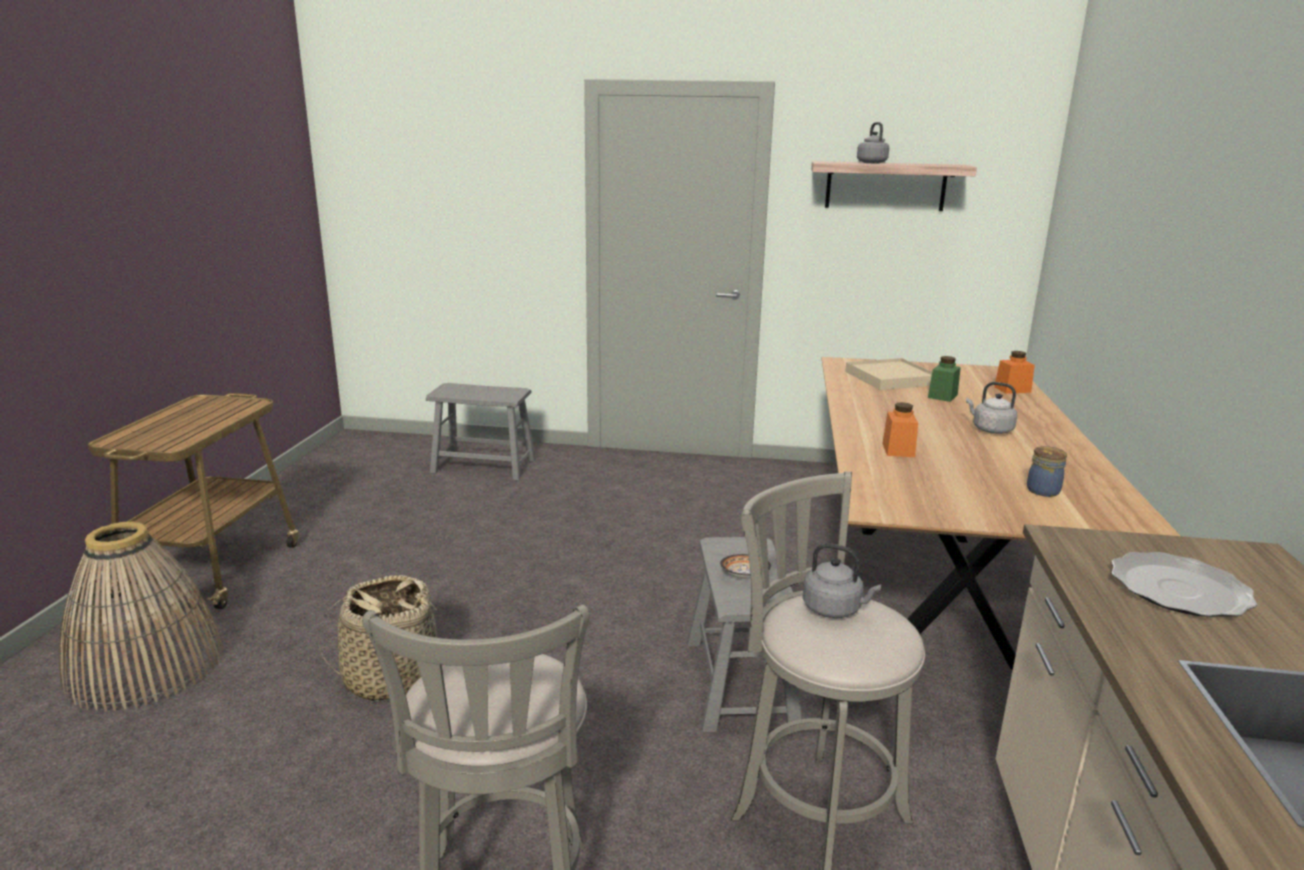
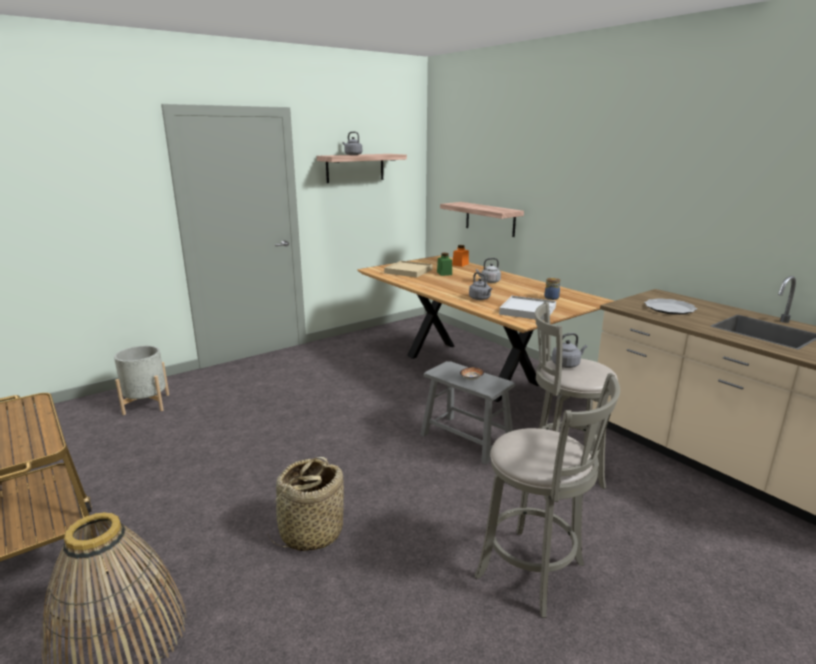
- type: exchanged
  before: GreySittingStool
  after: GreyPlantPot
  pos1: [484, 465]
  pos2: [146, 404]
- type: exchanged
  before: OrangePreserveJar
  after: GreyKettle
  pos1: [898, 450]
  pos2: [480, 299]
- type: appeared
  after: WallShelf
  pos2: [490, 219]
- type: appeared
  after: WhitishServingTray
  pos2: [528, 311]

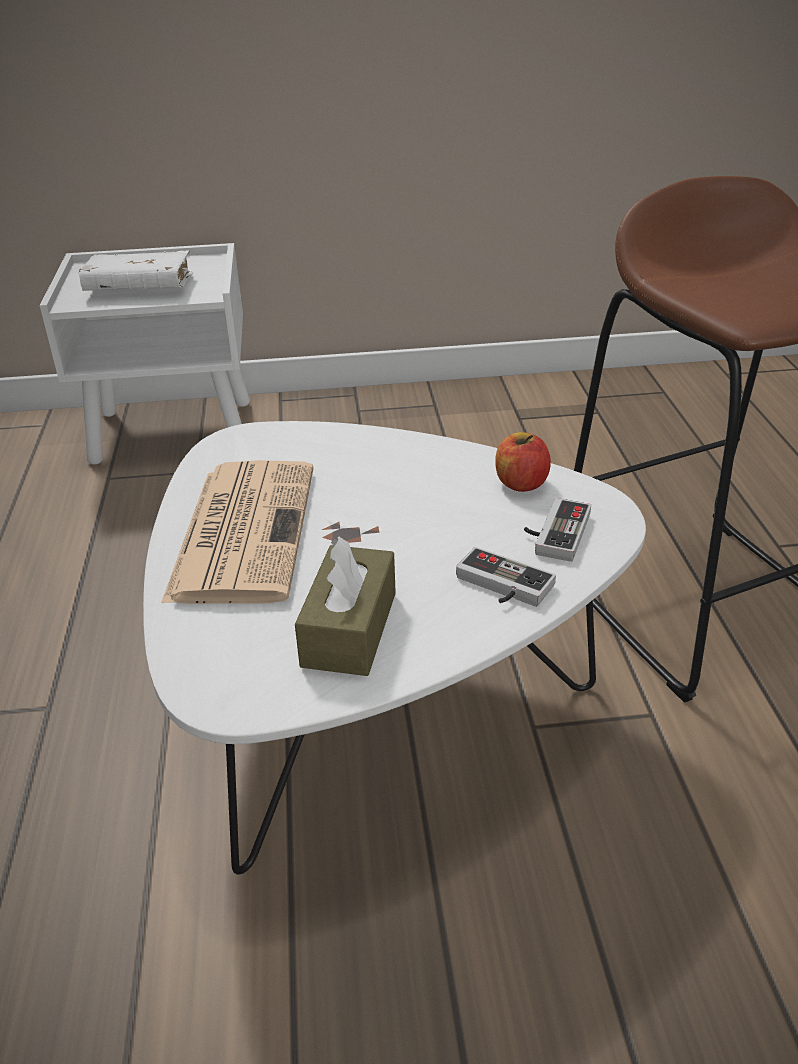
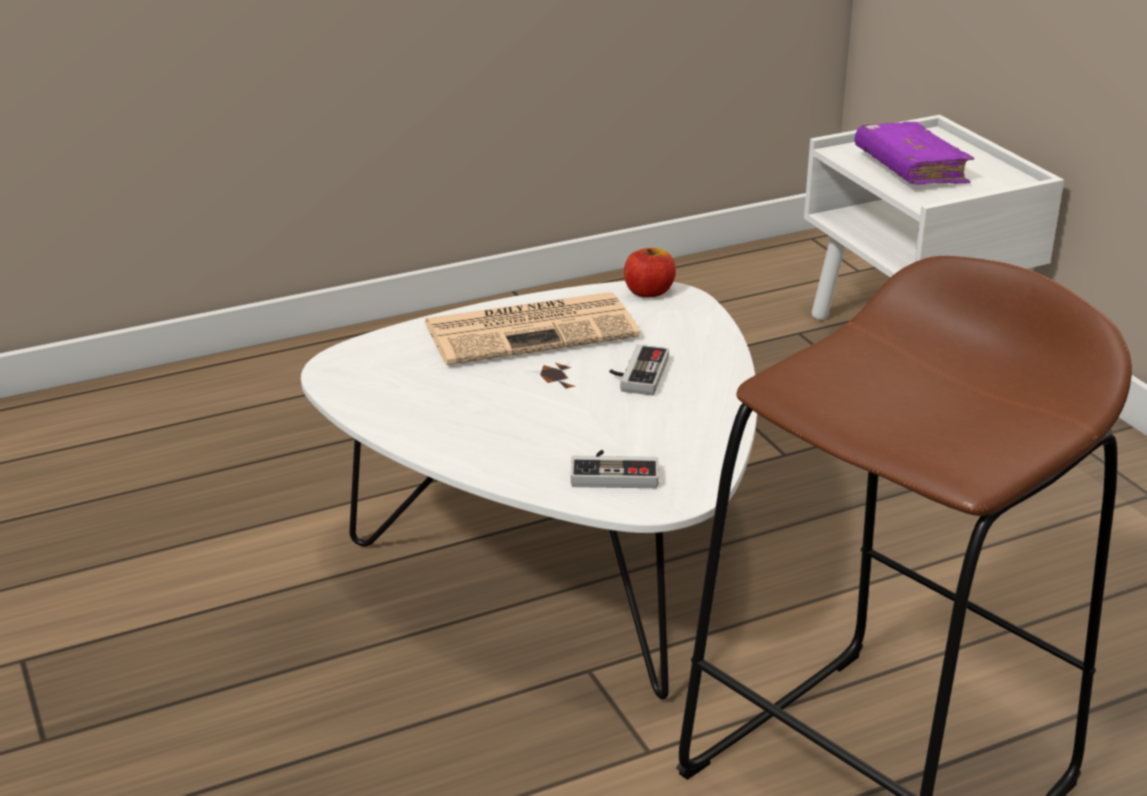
- type: colour
  before: WhitishBoundBook
  after: PurpleColouredBoundBook
  pos1: [139, 287]
  pos2: [910, 169]
- type: missing
  before: BrownBoxOfTissues
  pos1: [349, 629]
- type: relocated
  before: Joypad
  pos1: [500, 586]
  pos2: [636, 374]
- type: relocated
  before: Apple
  pos1: [521, 483]
  pos2: [648, 292]

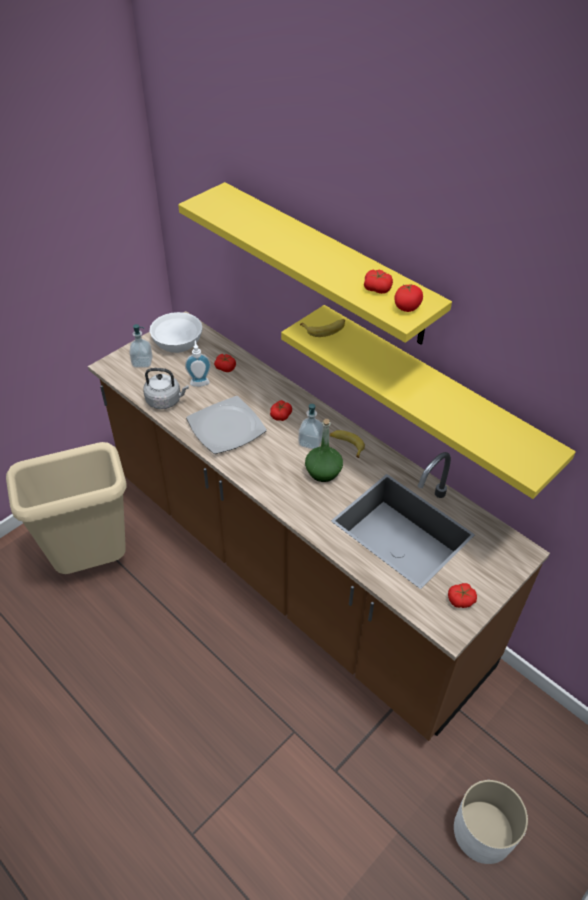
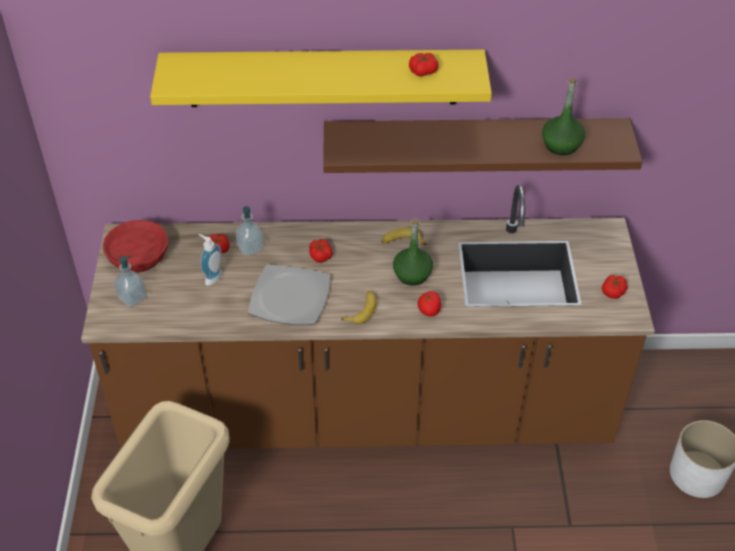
- type: missing
  before: GreyKettle
  pos1: [165, 401]
- type: colour
  before: WhitishServingBowl
  after: RedServingBowl
  pos1: [178, 341]
  pos2: [139, 256]
- type: colour
  before: YellowColouredWallShelf
  after: BrownWallShelf
  pos1: [433, 394]
  pos2: [474, 143]
- type: relocated
  before: SoapBottle
  pos1: [310, 442]
  pos2: [250, 248]
- type: relocated
  before: BananaFruit
  pos1: [325, 329]
  pos2: [361, 310]
- type: relocated
  before: FreshTomato
  pos1: [407, 307]
  pos2: [429, 310]
- type: appeared
  after: GreenishBeverageBottle
  pos2: [561, 145]

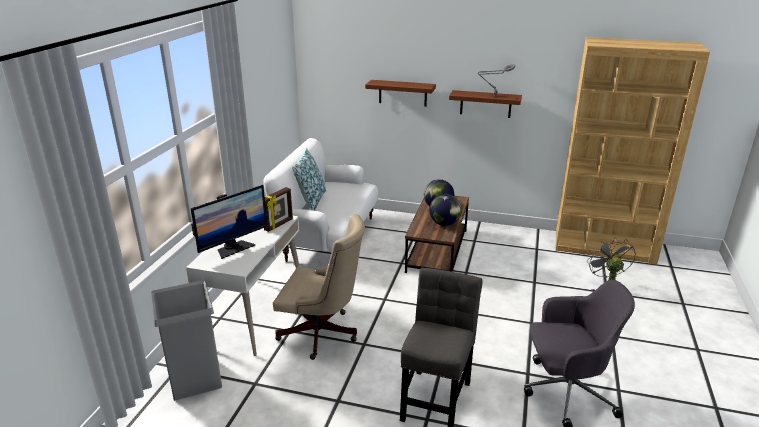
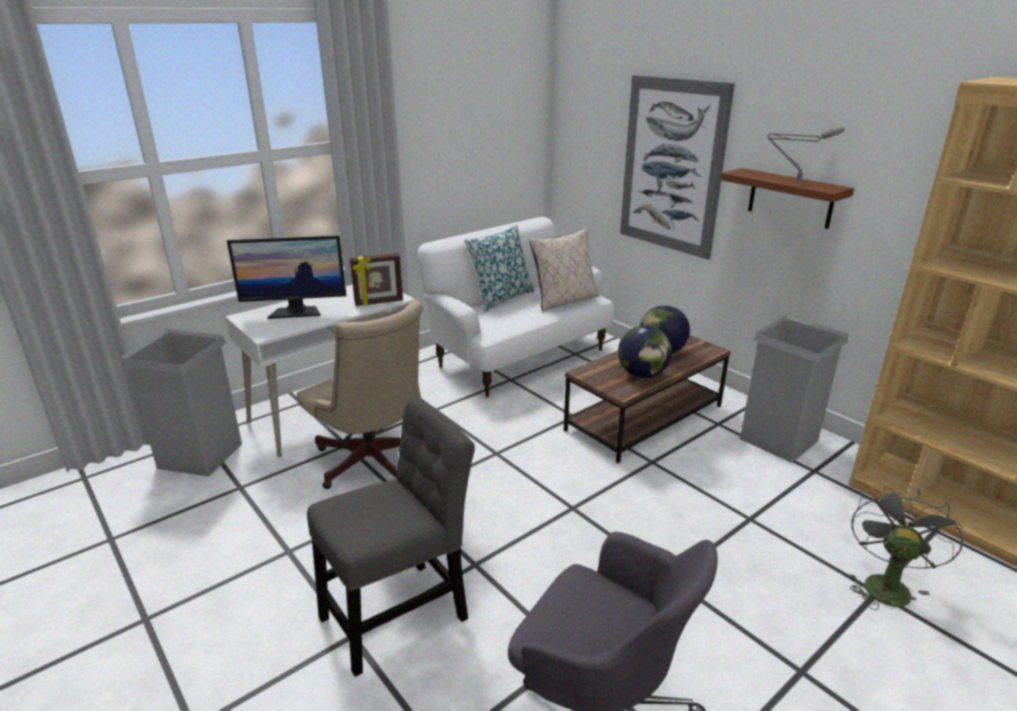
- type: exchanged
  before: BrownWallShelf
  after: WallPicture
  pos1: [402, 93]
  pos2: [671, 166]
- type: appeared
  after: BeigeCushion
  pos2: [564, 300]
- type: appeared
  after: GreyWasteBin
  pos2: [779, 439]

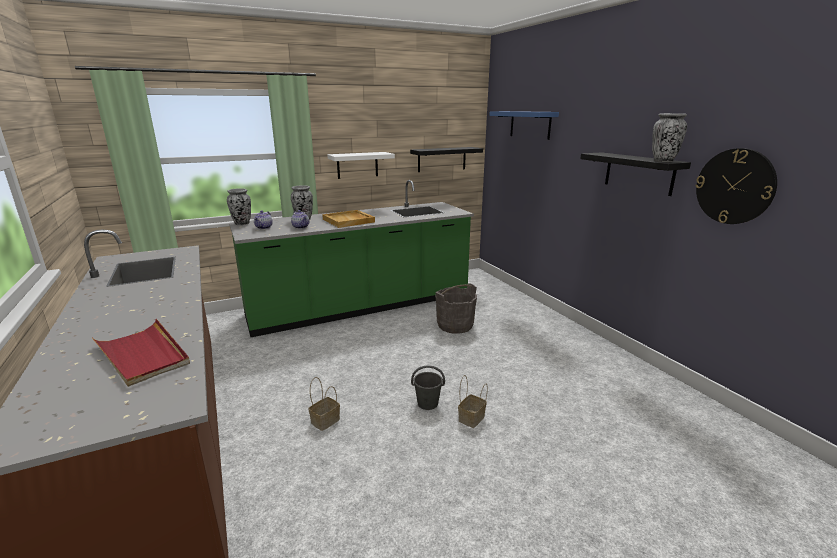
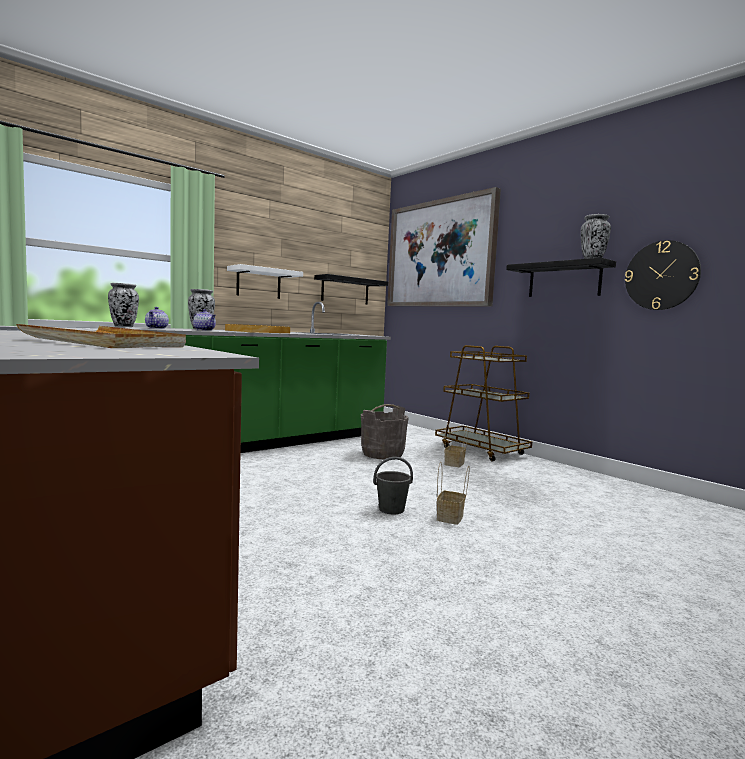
- type: colour
  before: RedServingTray
  after: BeigeServingTray
  pos1: [143, 355]
  pos2: [104, 343]
- type: relocated
  before: Basket
  pos1: [325, 422]
  pos2: [454, 464]
- type: exchanged
  before: BlueColouredWallShelf
  after: WallPicture
  pos1: [530, 124]
  pos2: [440, 254]
- type: appeared
  after: BrownTrolley
  pos2: [481, 450]

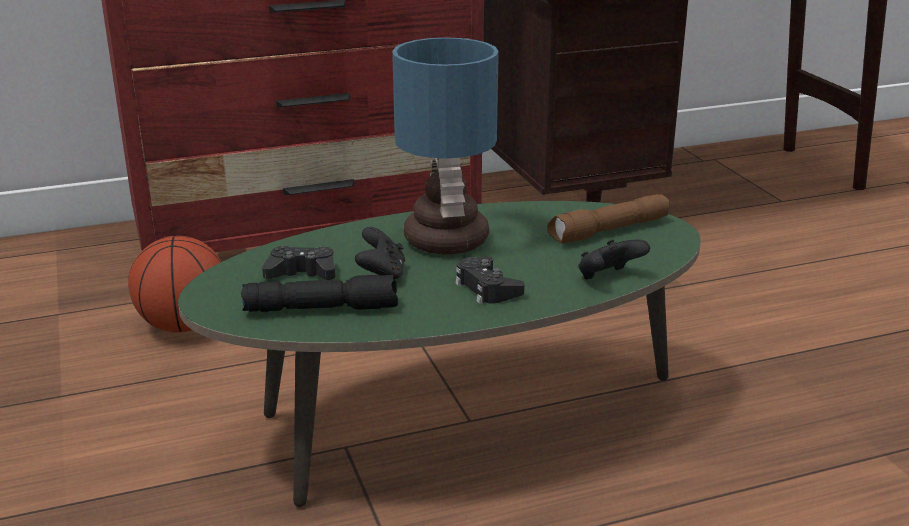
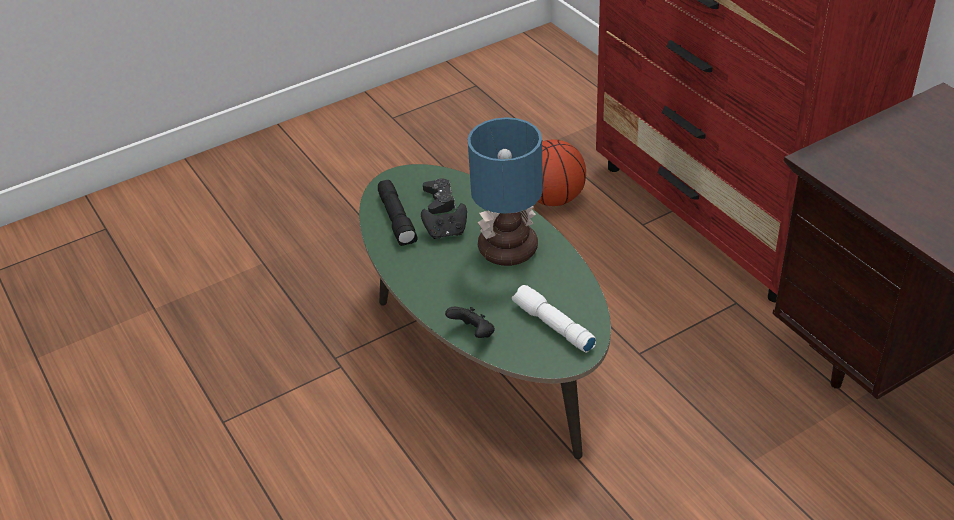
- type: missing
  before: BlackishJoypad
  pos1: [487, 288]
- type: colour
  before: BrownFlashlight
  after: WhitishFlashlight
  pos1: [609, 231]
  pos2: [552, 326]

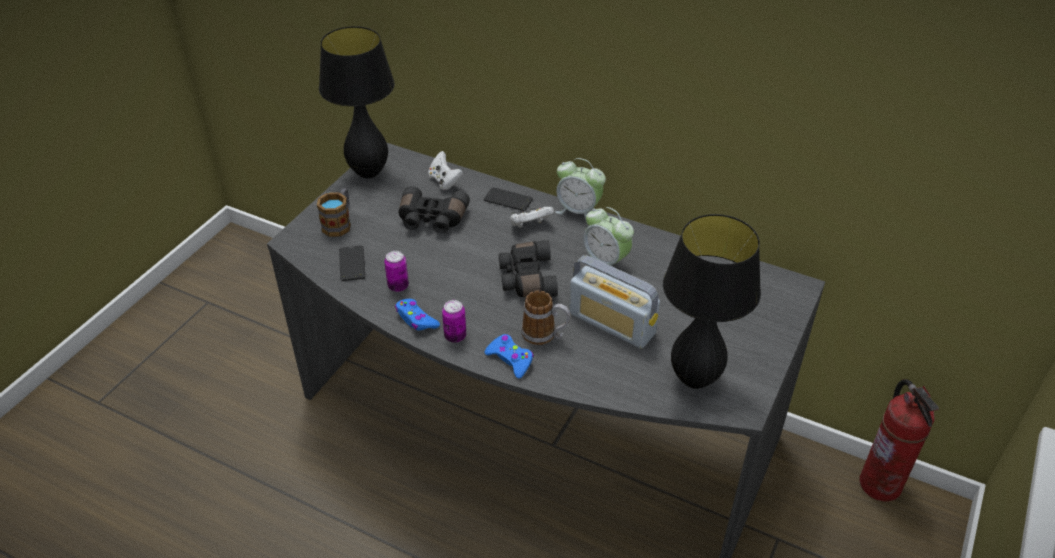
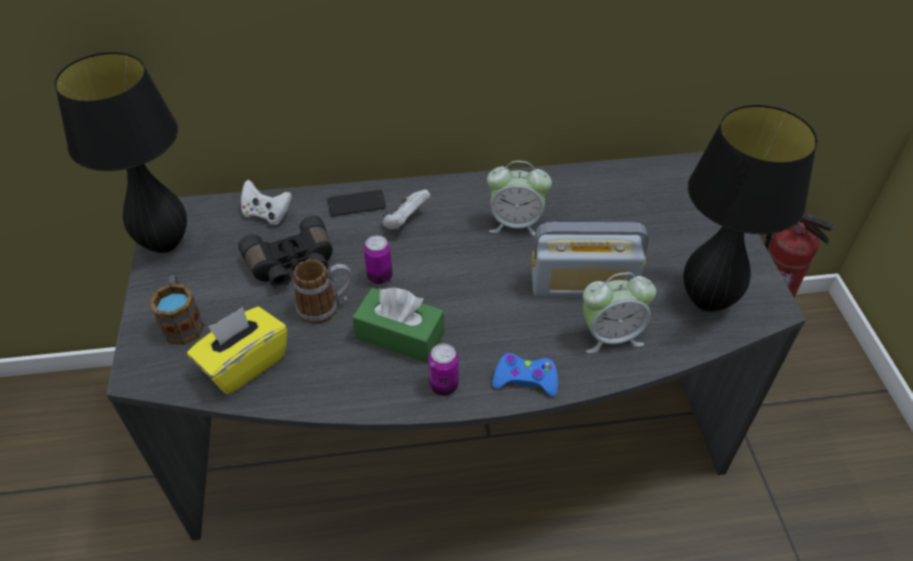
- type: exchanged
  before: Phone
  after: YellowColouredBoxOfTissues
  pos1: [352, 264]
  pos2: [244, 363]
- type: relocated
  before: SealedCan
  pos1: [398, 286]
  pos2: [380, 277]
- type: missing
  before: BlueColouredJoypad
  pos1: [416, 319]
- type: missing
  before: BlackishFieldGlasses
  pos1: [526, 278]
- type: relocated
  before: TeaMug
  pos1: [545, 335]
  pos2: [326, 307]
- type: relocated
  before: BedsideClock
  pos1: [578, 211]
  pos2: [610, 336]
- type: appeared
  after: GreenishBoxOfTissues
  pos2: [400, 335]

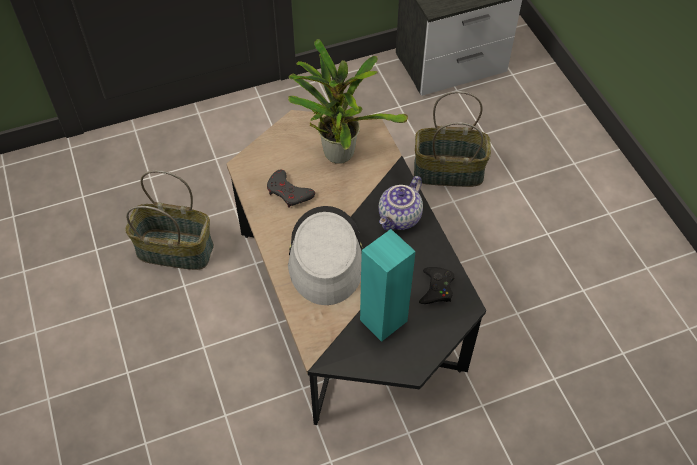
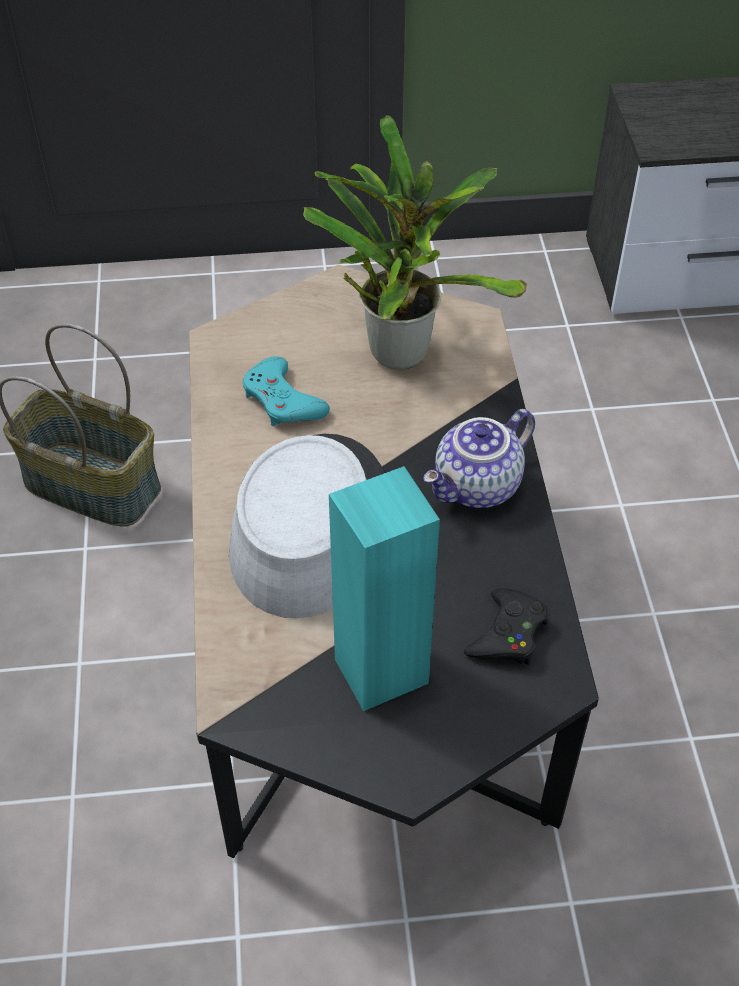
- type: colour
  before: GreyJoypad
  after: BlueGreenJoypad
  pos1: [289, 192]
  pos2: [283, 400]
- type: missing
  before: Basket
  pos1: [447, 172]

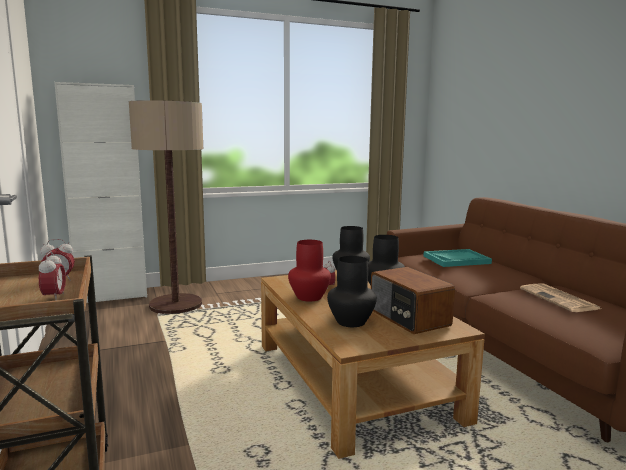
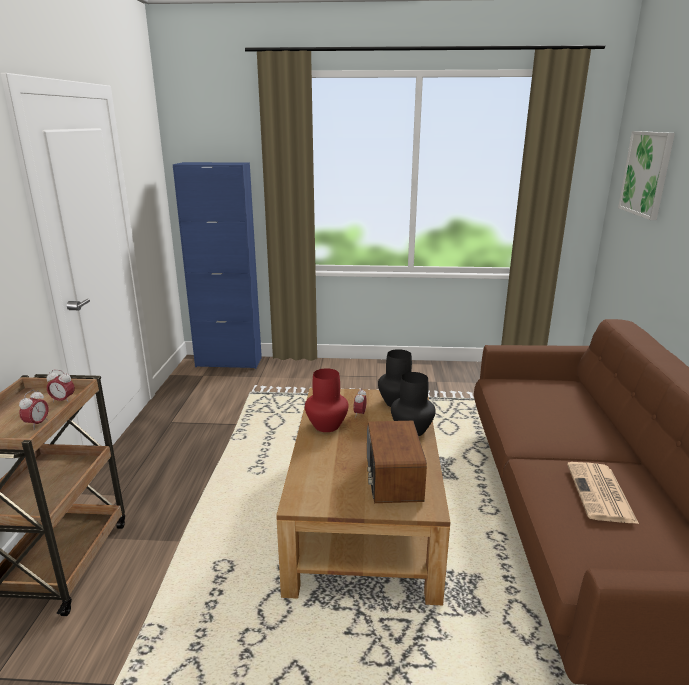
- type: colour
  before: WhitishCabinet
  after: BlueColouredCabinet
  pos1: [112, 296]
  pos2: [229, 362]
- type: missing
  before: StandingLamp
  pos1: [176, 305]
- type: missing
  before: BlackishVase
  pos1: [352, 322]
- type: missing
  before: BlueGreenServingTray
  pos1: [456, 260]
- type: appeared
  after: WallPicture
  pos2: [646, 174]

